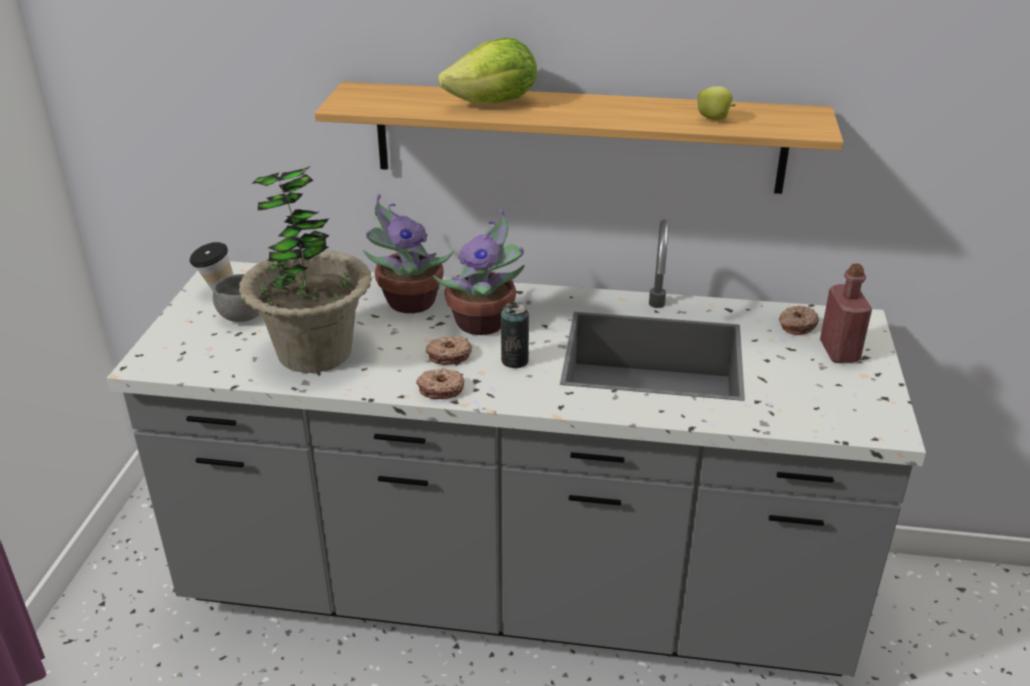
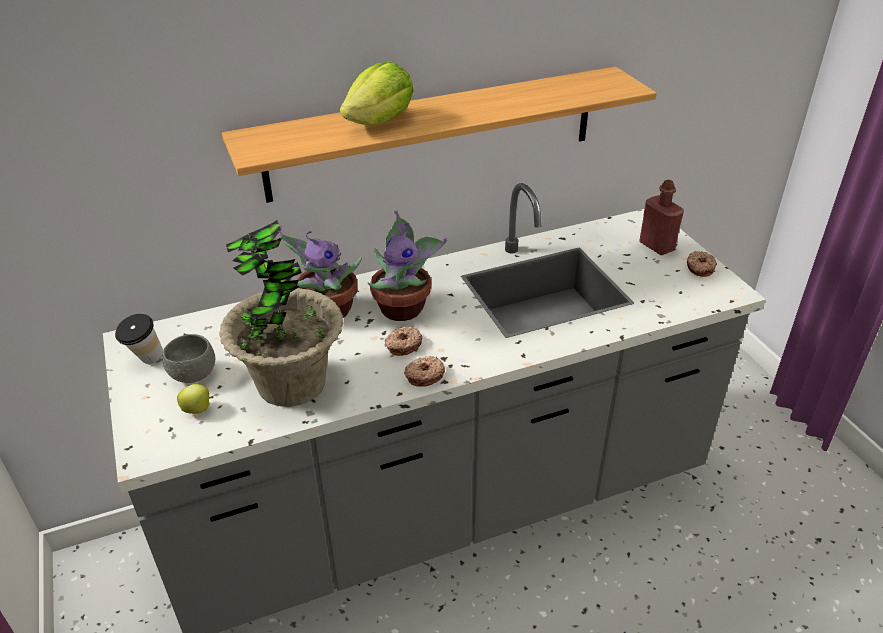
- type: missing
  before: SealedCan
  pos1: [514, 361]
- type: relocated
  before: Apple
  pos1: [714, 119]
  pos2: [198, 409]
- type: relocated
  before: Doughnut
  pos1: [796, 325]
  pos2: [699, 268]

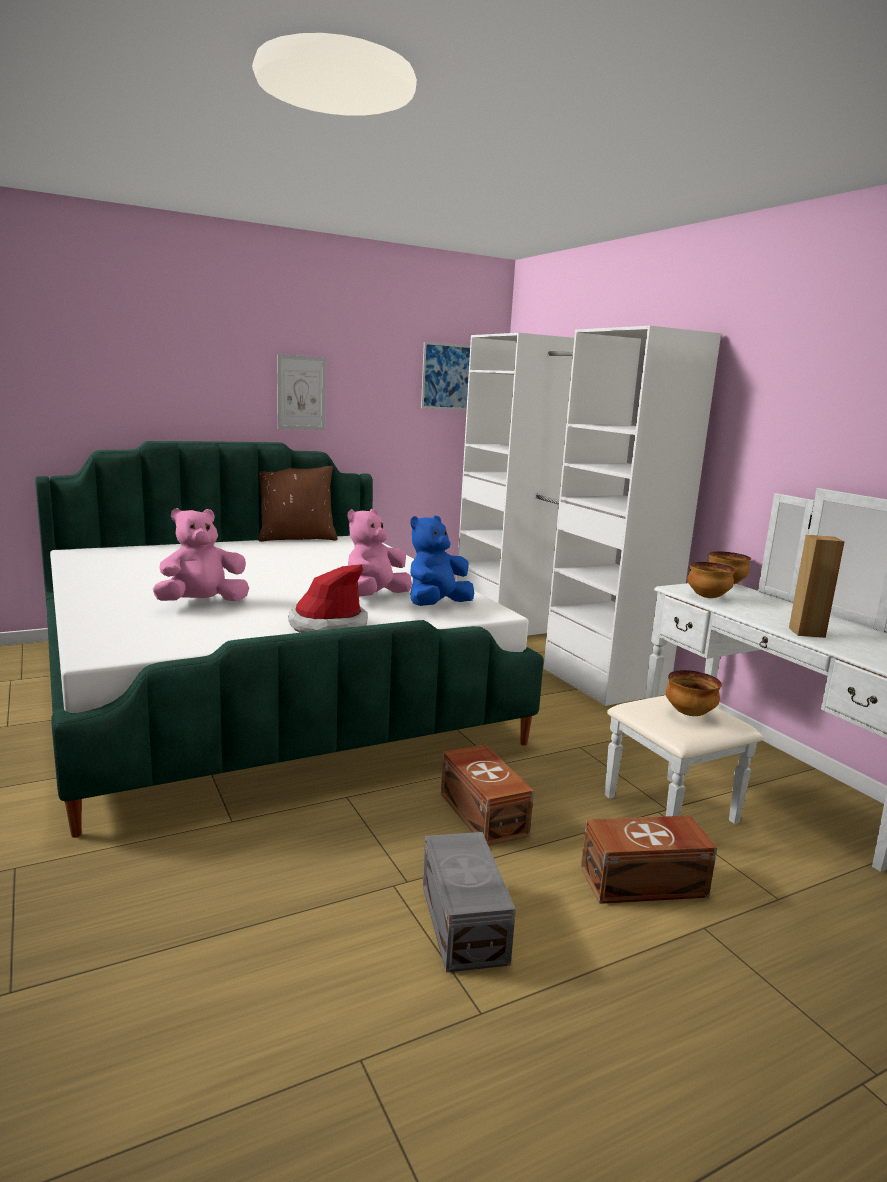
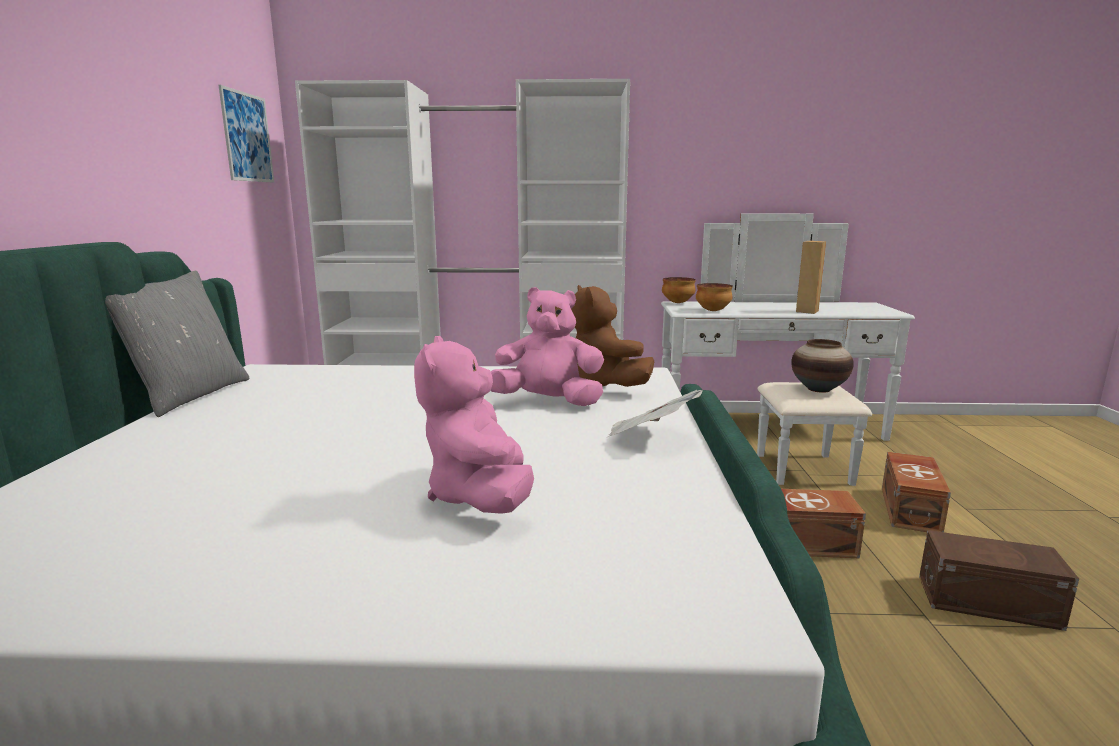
- type: colour
  before: BrownCushion
  after: GreyCushion
  pos1: [297, 538]
  pos2: [189, 395]
- type: missing
  before: WallPicture
  pos1: [301, 393]
- type: exchanged
  before: Hat
  after: Newspaper
  pos1: [328, 625]
  pos2: [650, 438]
- type: spun
  before: PinkColouredCuddlyToy
  pos1: [375, 597]
  pos2: [547, 402]
  turn: 120
- type: colour
  before: BlueColouredCuddlyToy
  after: BrownCuddlyToy
  pos1: [436, 606]
  pos2: [605, 386]
- type: colour
  before: GreyStorageContainer
  after: BrownStorageContainer
  pos1: [462, 924]
  pos2: [990, 603]
- type: exchanged
  before: ServingBowl
  after: Vase
  pos1: [689, 713]
  pos2: [818, 389]

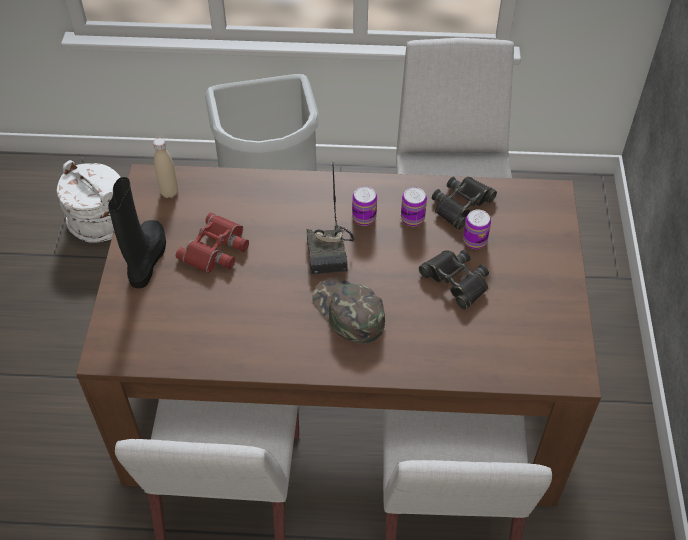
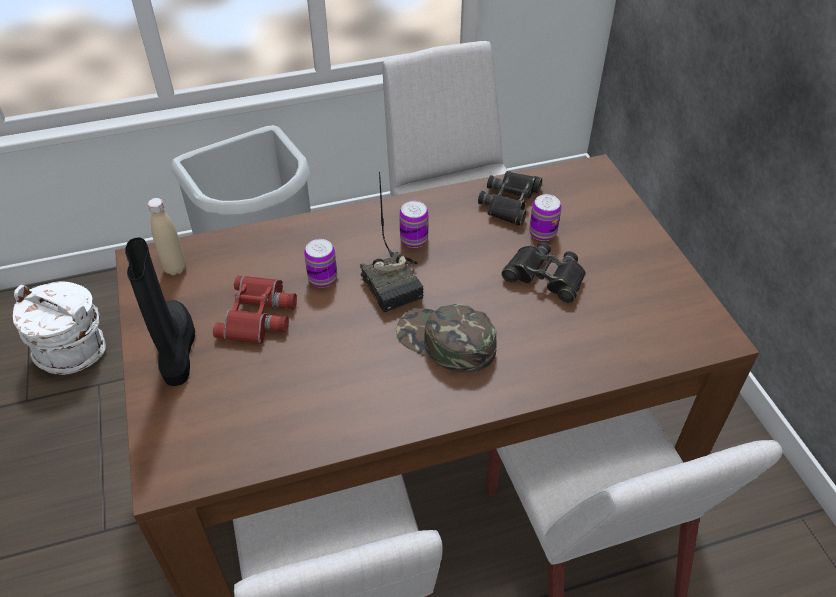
- type: relocated
  before: SealedCan
  pos1: [412, 218]
  pos2: [322, 278]

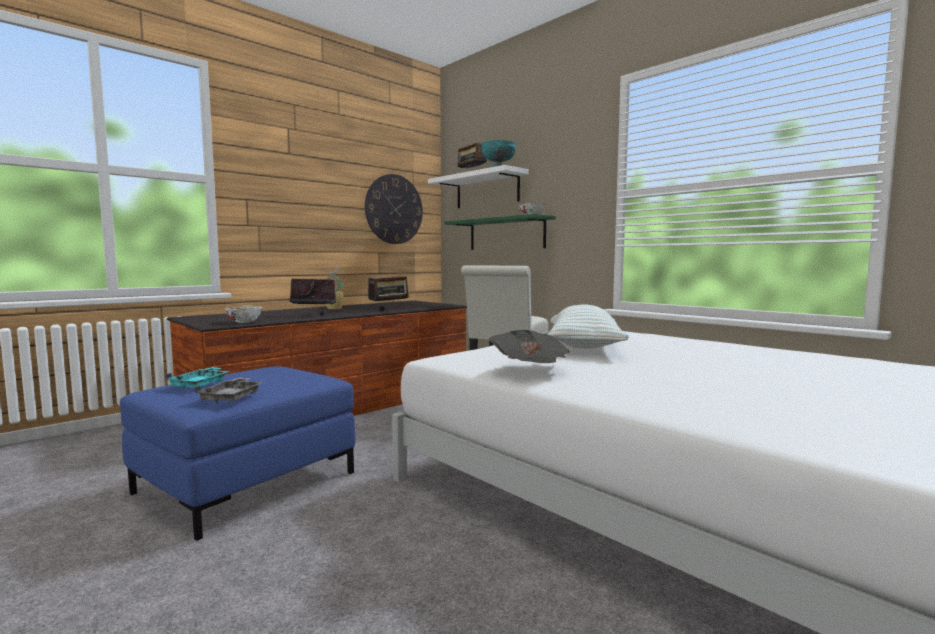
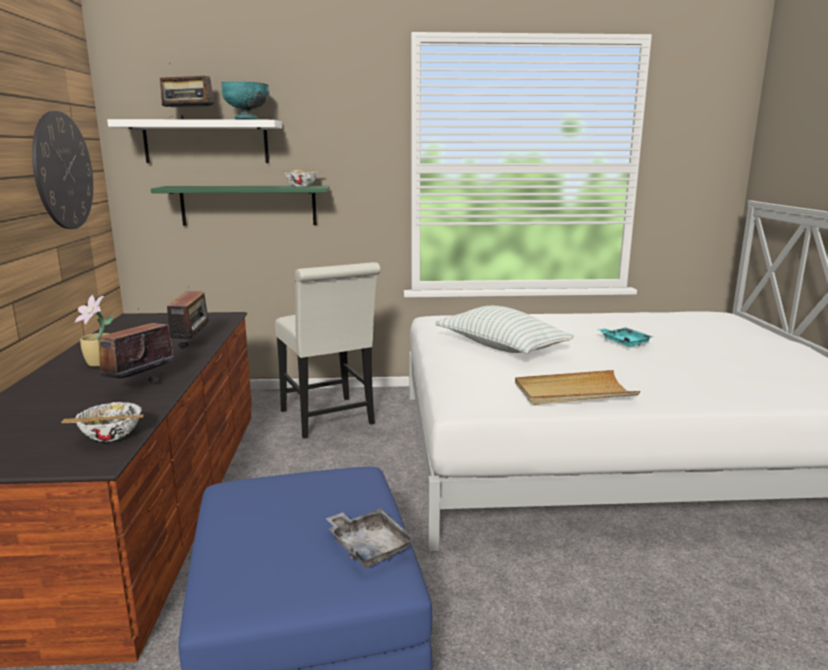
- type: relocated
  before: BlueGreenServingTray
  pos1: [201, 384]
  pos2: [624, 342]
- type: exchanged
  before: Newspaper
  after: BeigeServingTray
  pos1: [530, 370]
  pos2: [573, 392]

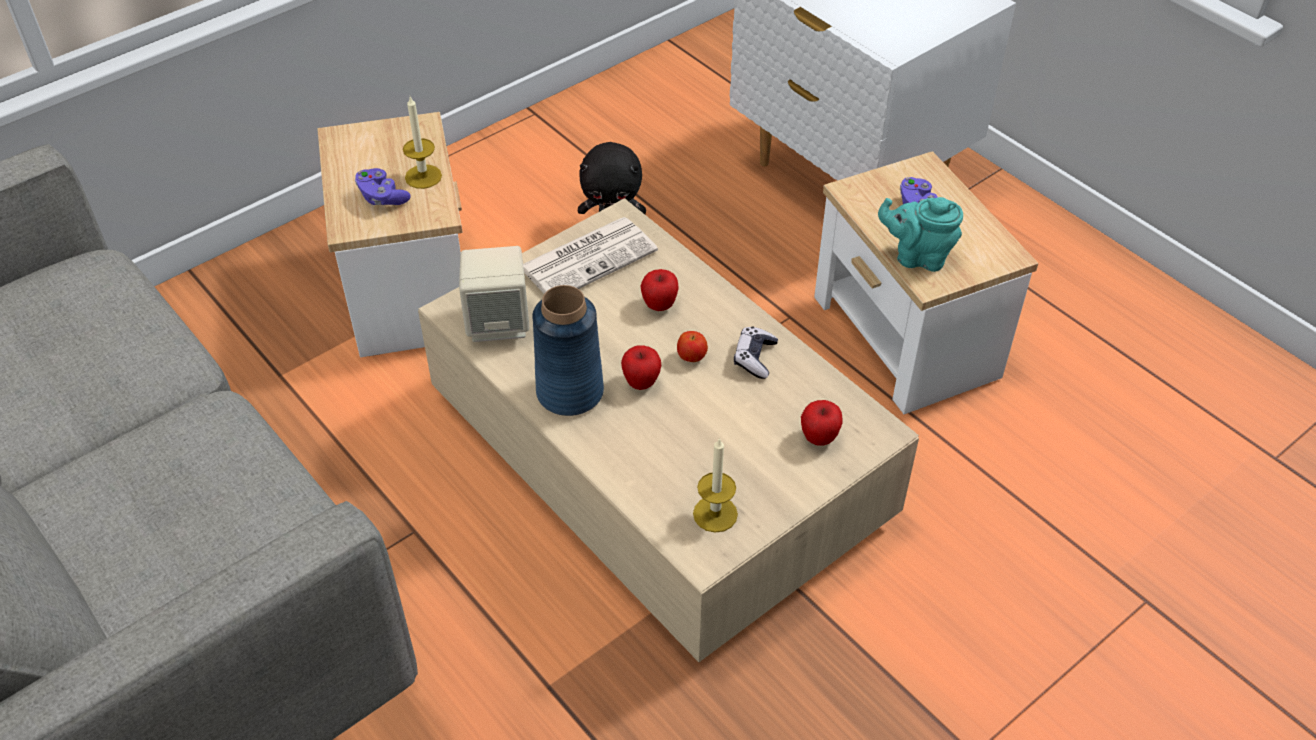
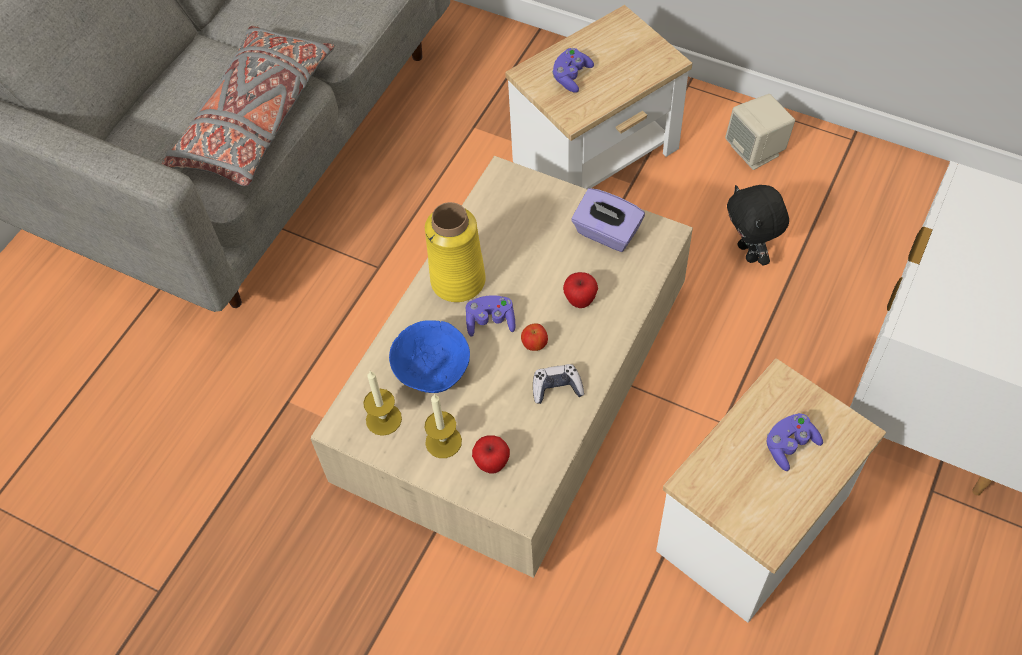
- type: relocated
  before: WaxCandle
  pos1: [423, 176]
  pos2: [443, 441]
- type: relocated
  before: BeigeSpeaker
  pos1: [498, 322]
  pos2: [755, 151]
- type: exchanged
  before: Newspaper
  after: PurpleColouredBoxOfTissues
  pos1: [589, 258]
  pos2: [606, 233]
- type: colour
  before: BlueColouredVase
  after: YellowColouredVase
  pos1: [570, 392]
  pos2: [458, 281]
- type: exchanged
  before: Apple
  after: PurpleColouredJoypad
  pos1: [641, 382]
  pos2: [490, 321]
- type: missing
  before: BlueGreenTeapot
  pos1: [917, 256]
- type: appeared
  after: GreyCushion
  pos2: [255, 120]
- type: appeared
  after: BlueColouredServingBowl
  pos2: [433, 372]

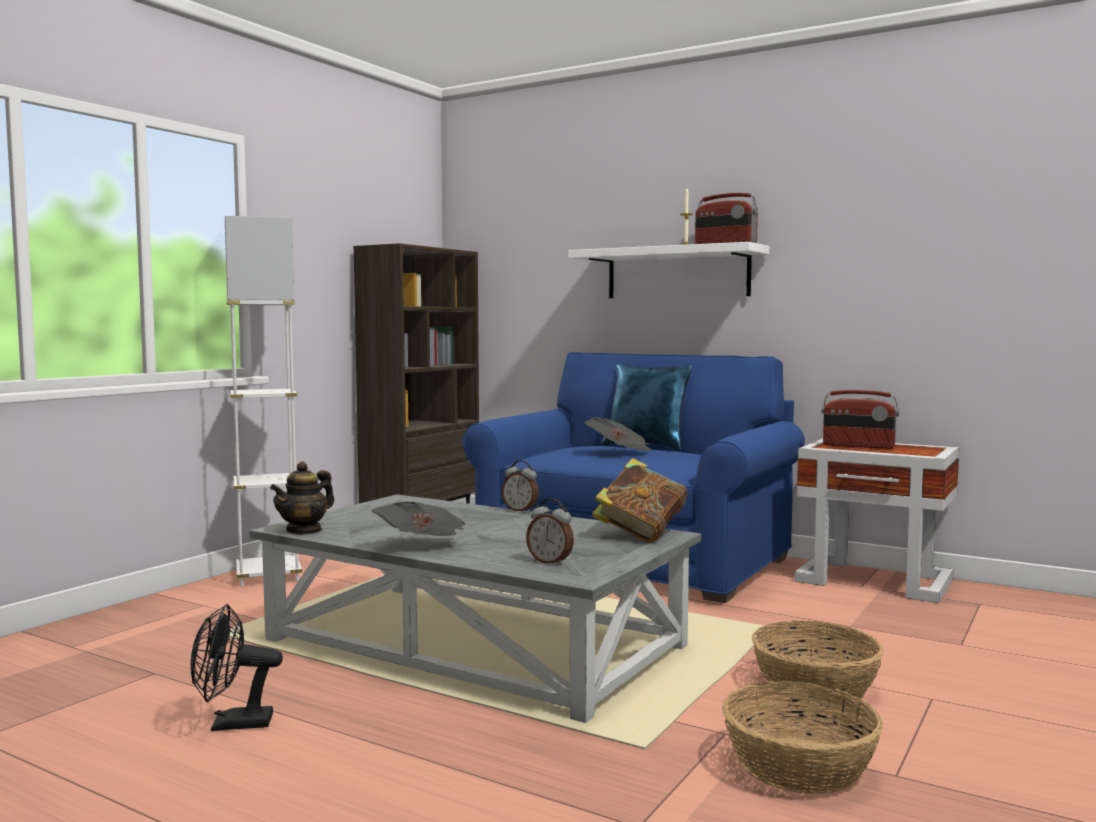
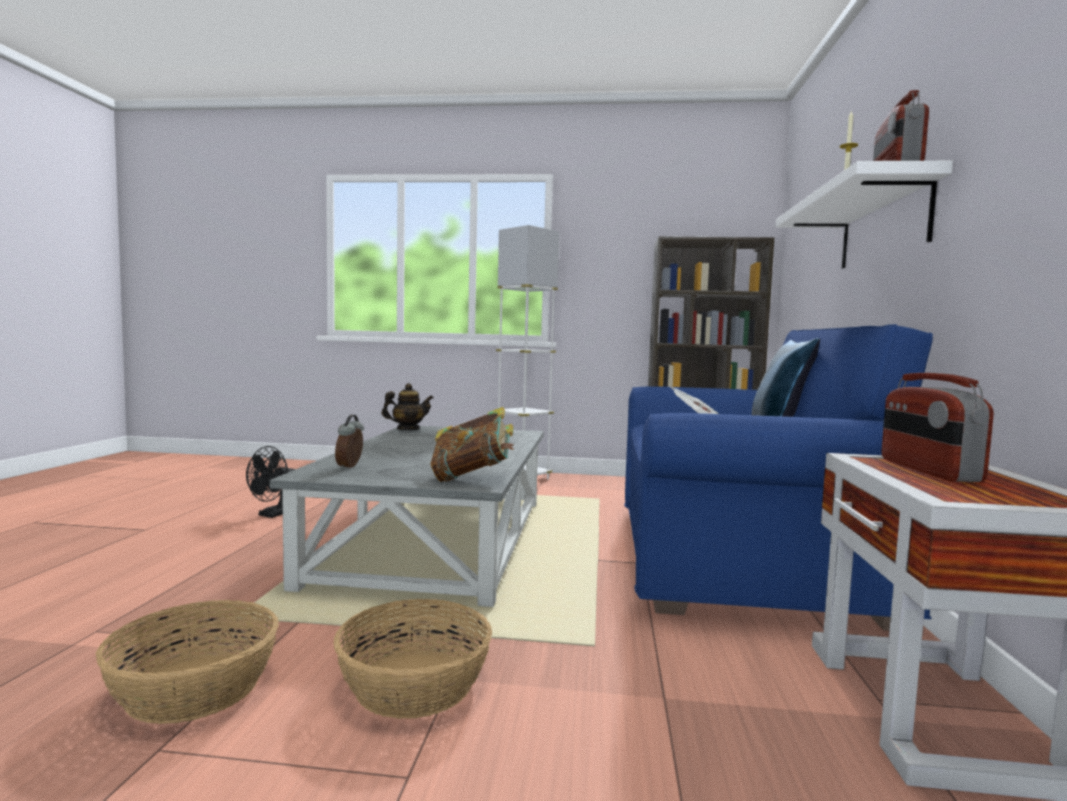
- type: spun
  before: BlackishFan
  pos1: [232, 724]
  pos2: [273, 514]
  turn: -120
- type: spun
  before: Teapot
  pos1: [304, 530]
  pos2: [408, 429]
  turn: 150
- type: missing
  before: Newspaper
  pos1: [422, 546]
- type: missing
  before: BedsideClock
  pos1: [520, 510]

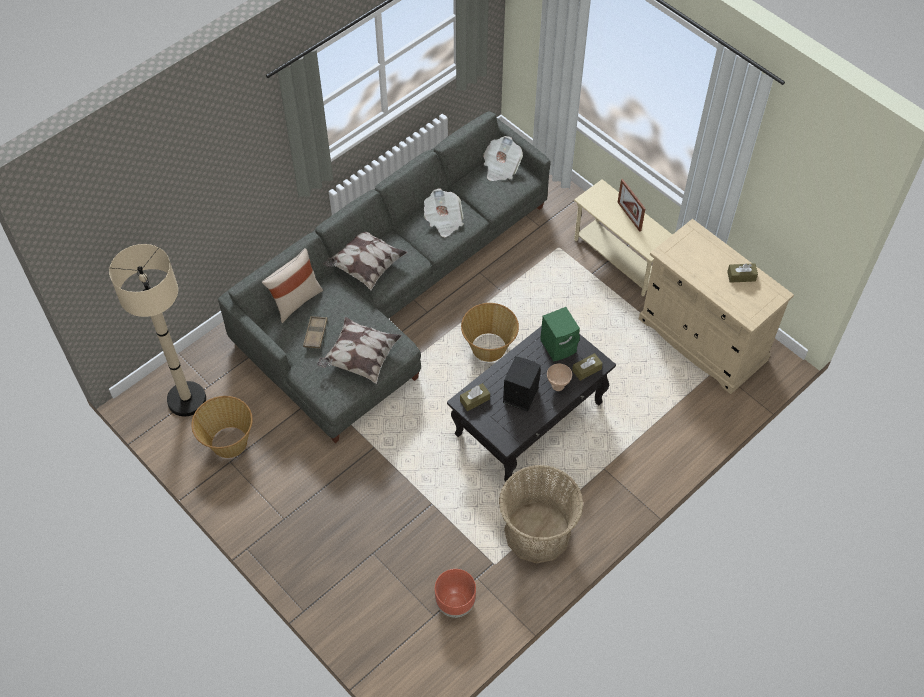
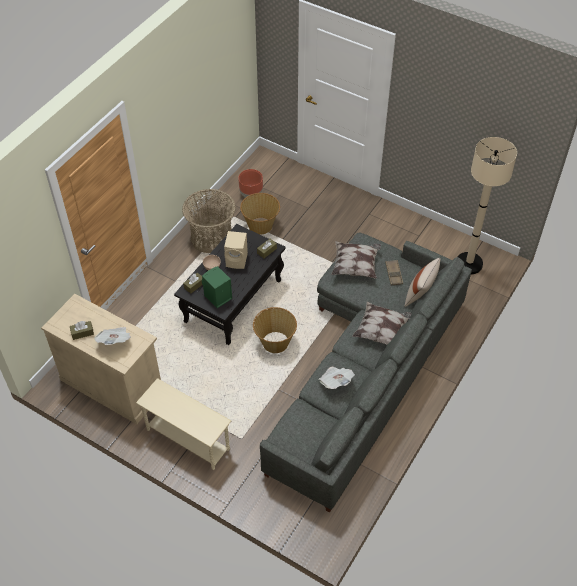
- type: relocated
  before: Basket
  pos1: [228, 442]
  pos2: [260, 226]
- type: relocated
  before: Newspaper
  pos1: [501, 167]
  pos2: [115, 341]
- type: colour
  before: BlackishSpeaker
  after: BeigeSpeaker
  pos1: [519, 394]
  pos2: [237, 260]
- type: missing
  before: StandingFrame
  pos1: [629, 216]

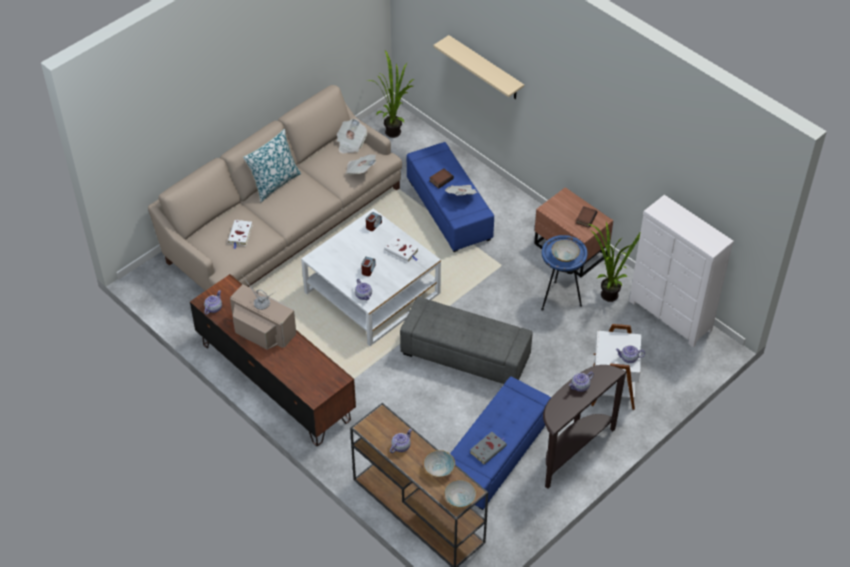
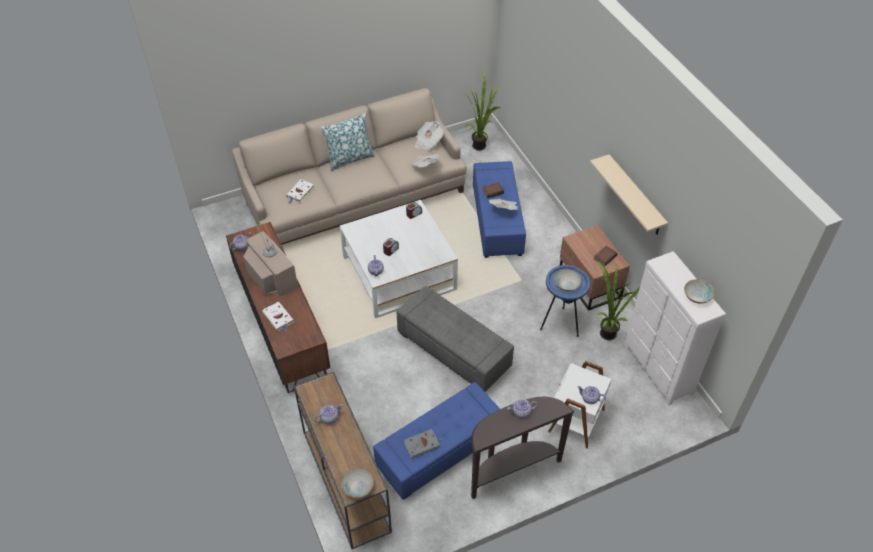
- type: relocated
  before: WhitishBoundBook
  pos1: [402, 251]
  pos2: [279, 318]
- type: relocated
  before: ServingBowl
  pos1: [439, 469]
  pos2: [697, 297]
- type: relocated
  before: BeigeWallShelf
  pos1: [485, 68]
  pos2: [635, 196]

